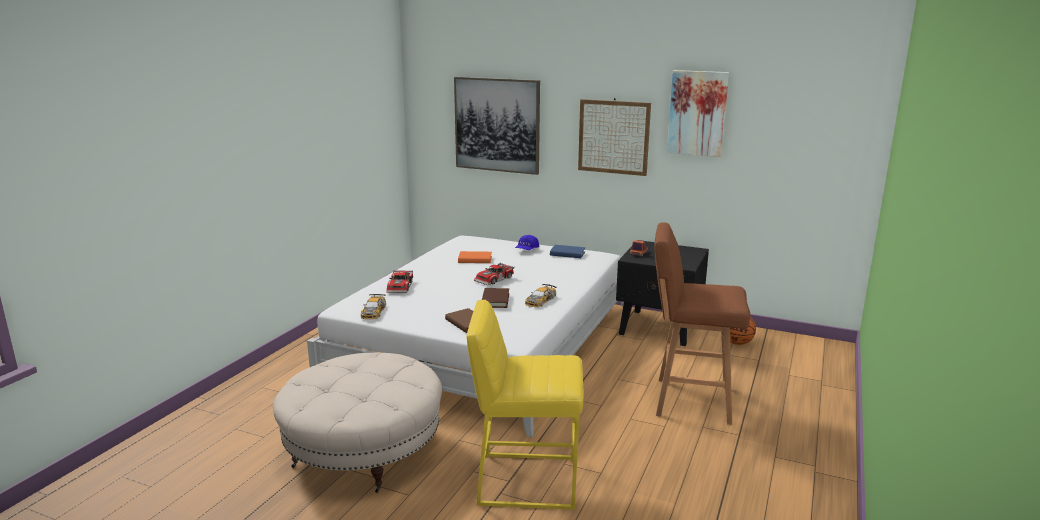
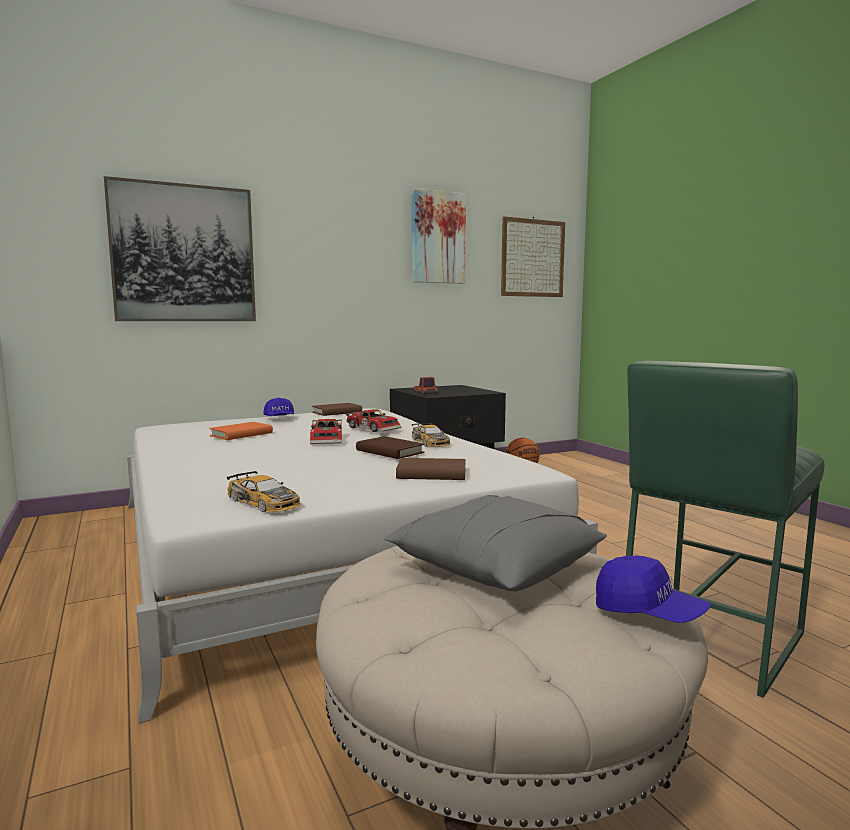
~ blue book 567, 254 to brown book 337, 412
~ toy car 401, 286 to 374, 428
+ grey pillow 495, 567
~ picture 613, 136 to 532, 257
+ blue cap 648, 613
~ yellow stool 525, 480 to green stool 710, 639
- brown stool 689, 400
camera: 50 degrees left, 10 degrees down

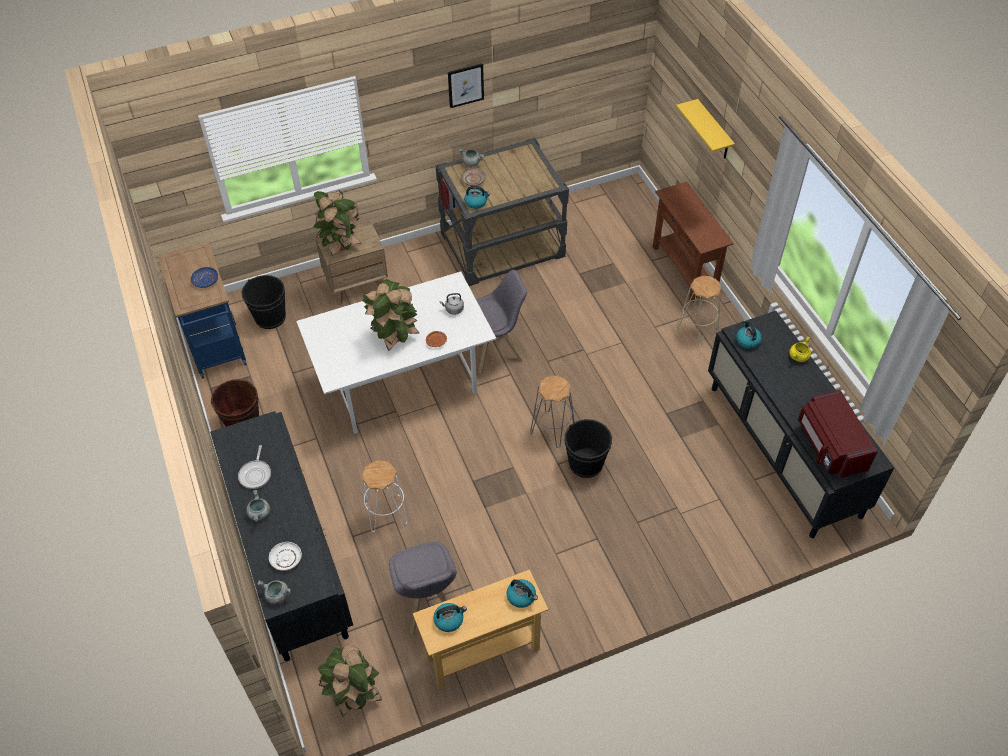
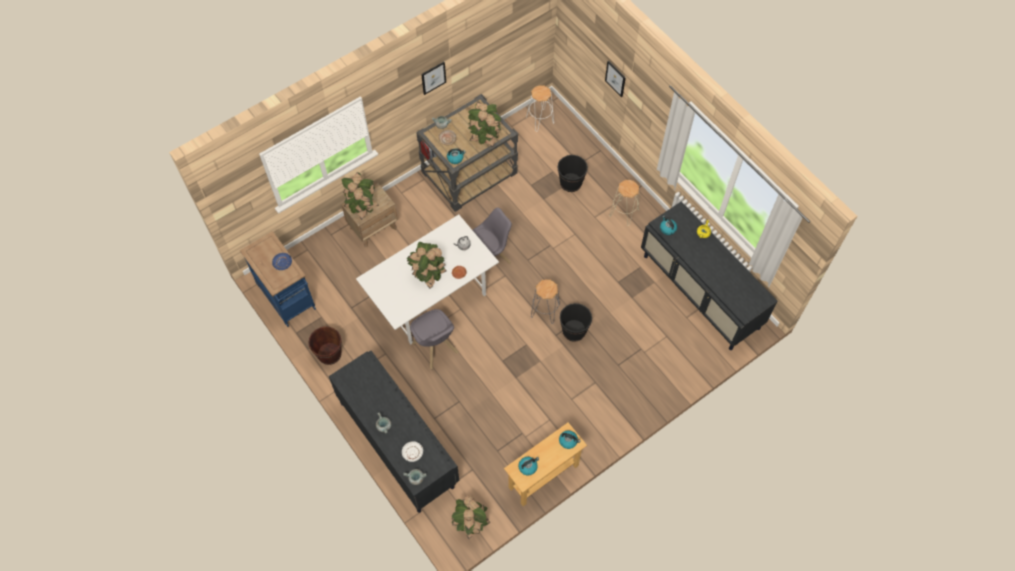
~ grey chair 427, 604 to 435, 348
+ potted plant 485, 137
~ white stool 386, 513 to 540, 120
~ black bucket 270, 317 to 571, 183
~ yellow shelf 714, 131 to picture 615, 78
- frying pan 256, 474
- brown console table 684, 270
- red microwave 830, 446
camera: 15 degrees left, 10 degrees up

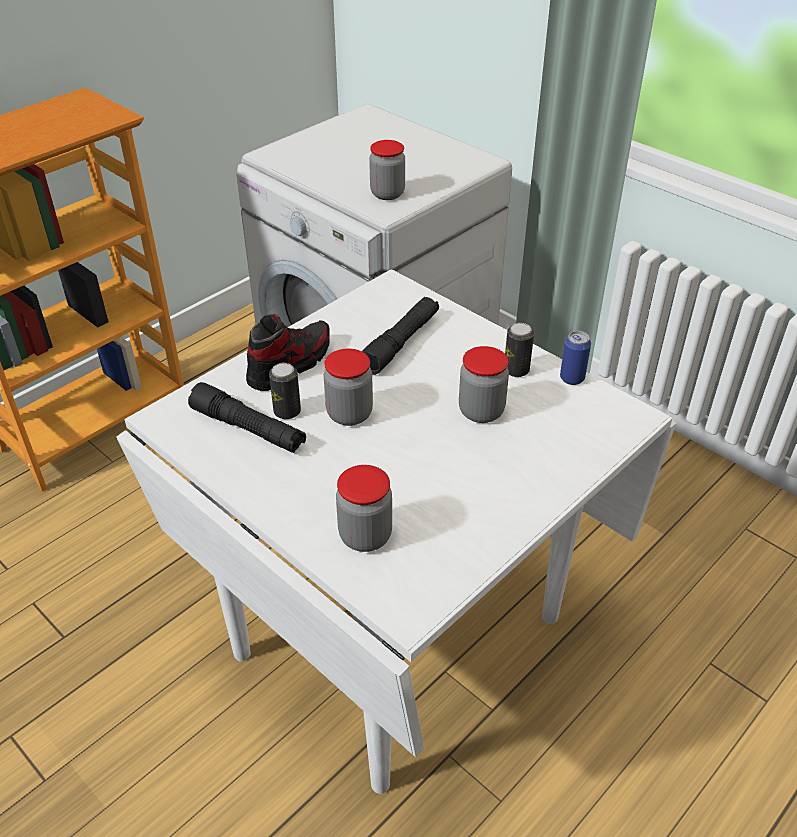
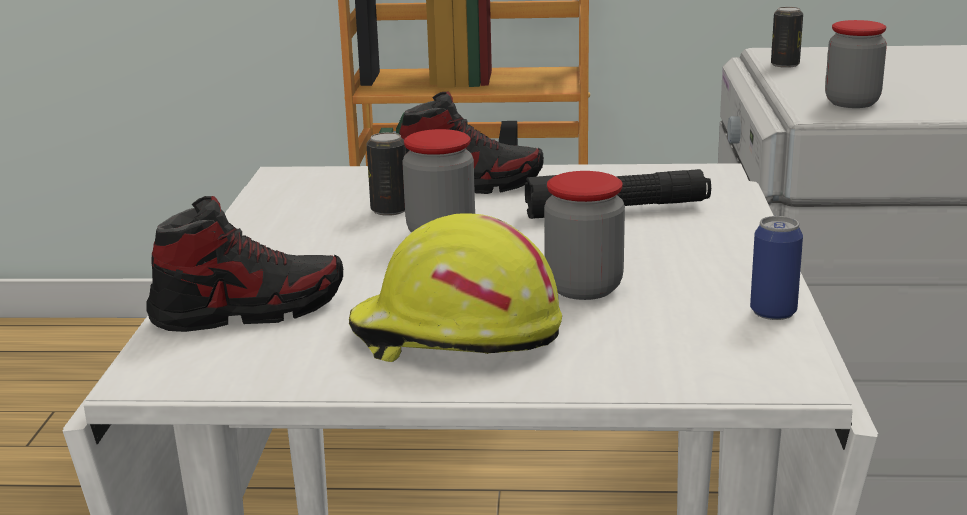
~ jar 365, 536 to shoe 248, 311
+ yellow hard hat 454, 335
~ can 516, 370 to 785, 65
- black flashlight 248, 429
camera: 50 degrees right, 20 degrees down

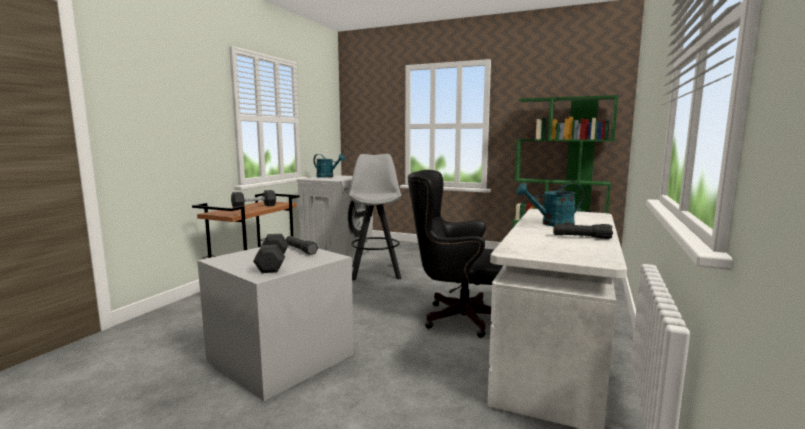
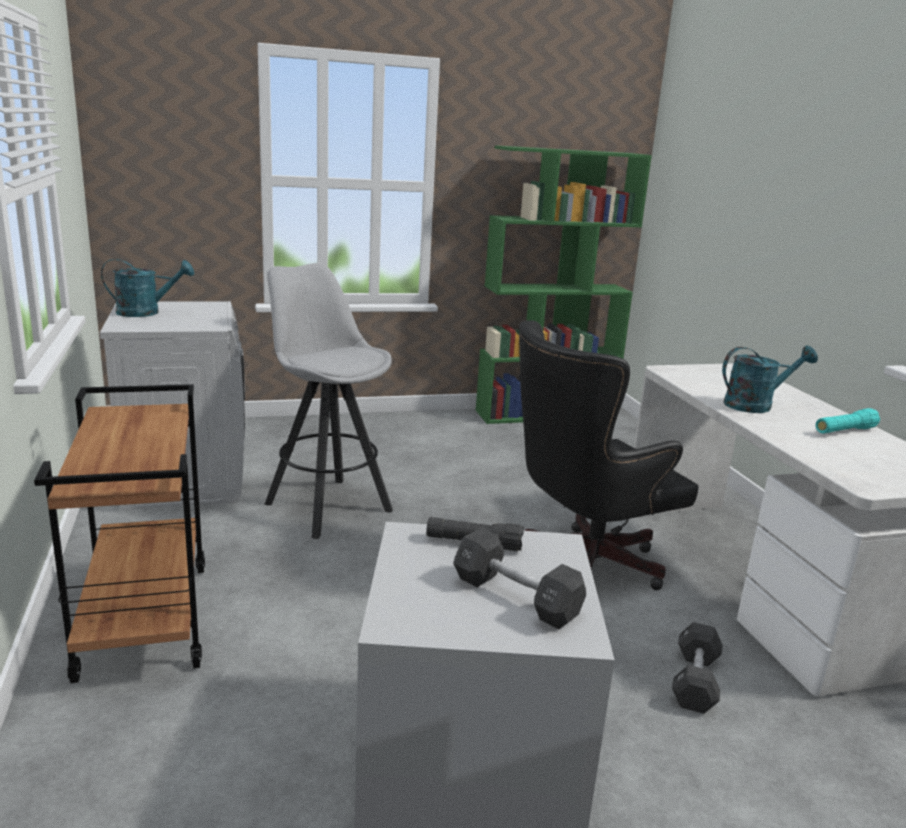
~ black dumbbell 254, 206 to 695, 681
~ turquoise watering can 551, 224 = 755, 405 150 degrees counterclockwise
~ black flashlight 581, 237 to turquoise flashlight 844, 431
camera: 40 degrees left, 10 degrees up

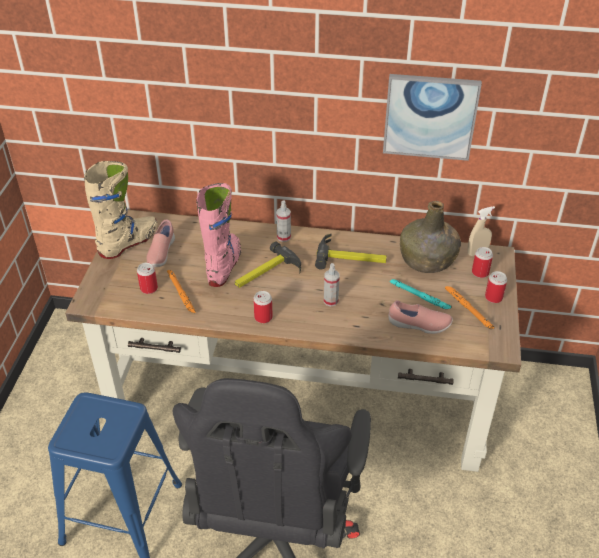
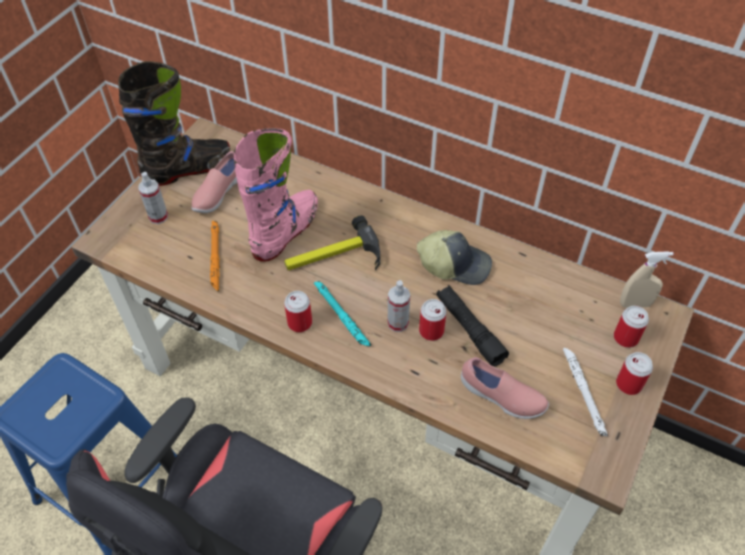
~ beige boot 129, 243 to black boot 188, 169
~ spray bottle 283, 237 to 158, 217
~ turquoise flashlight 419, 296 to 341, 316
~ hammer 351, 257 to cap 454, 264
~ can 149, 288 to 431, 331
+ black flashlight 469, 329
~ orange flashlight 468, 309 to white flashlight 583, 393
- picture 430, 116
- green bottle 427, 260
camera: 20 degrees right, 10 degrees up

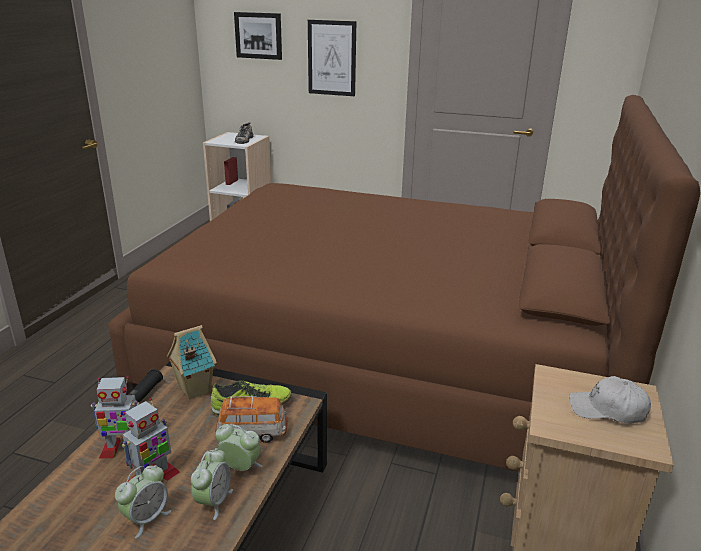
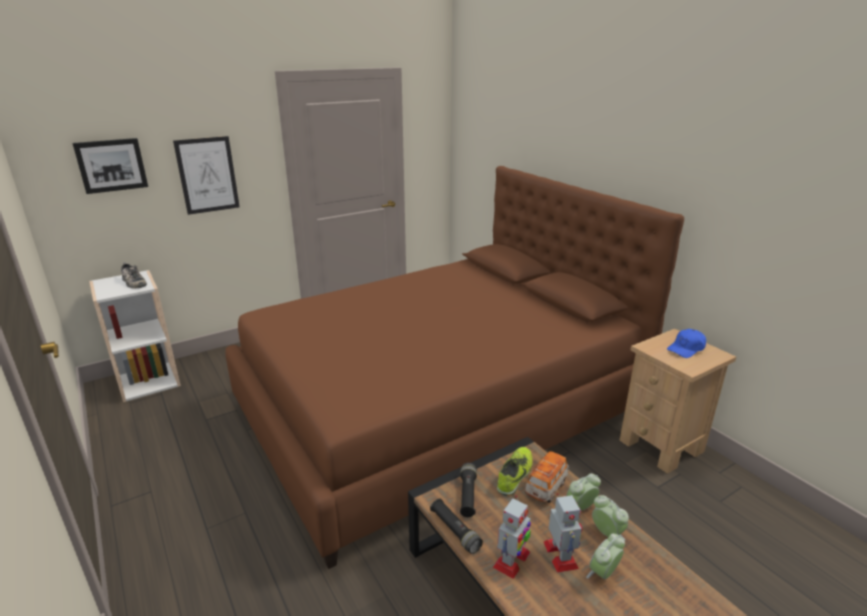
~ toy house 194, 390 to black flashlight 467, 495
~ alarm clock 146, 518 = 603, 573 120 degrees counterclockwise
~ white cap 607, 410 to blue cap 686, 349
camera: 50 degrees left, 0 degrees up

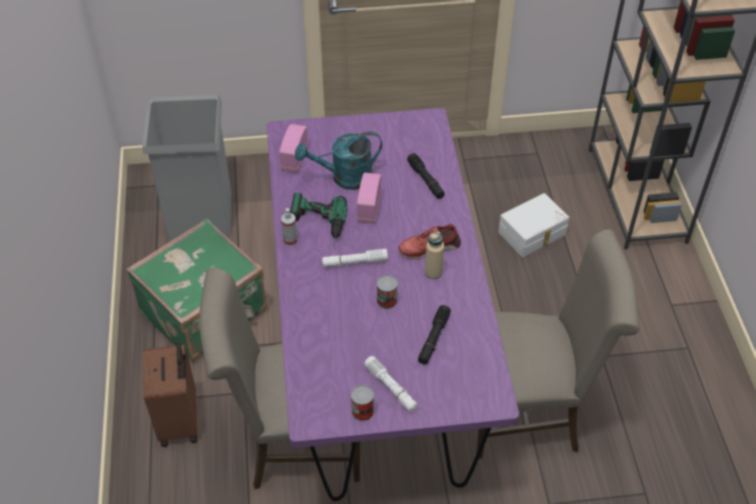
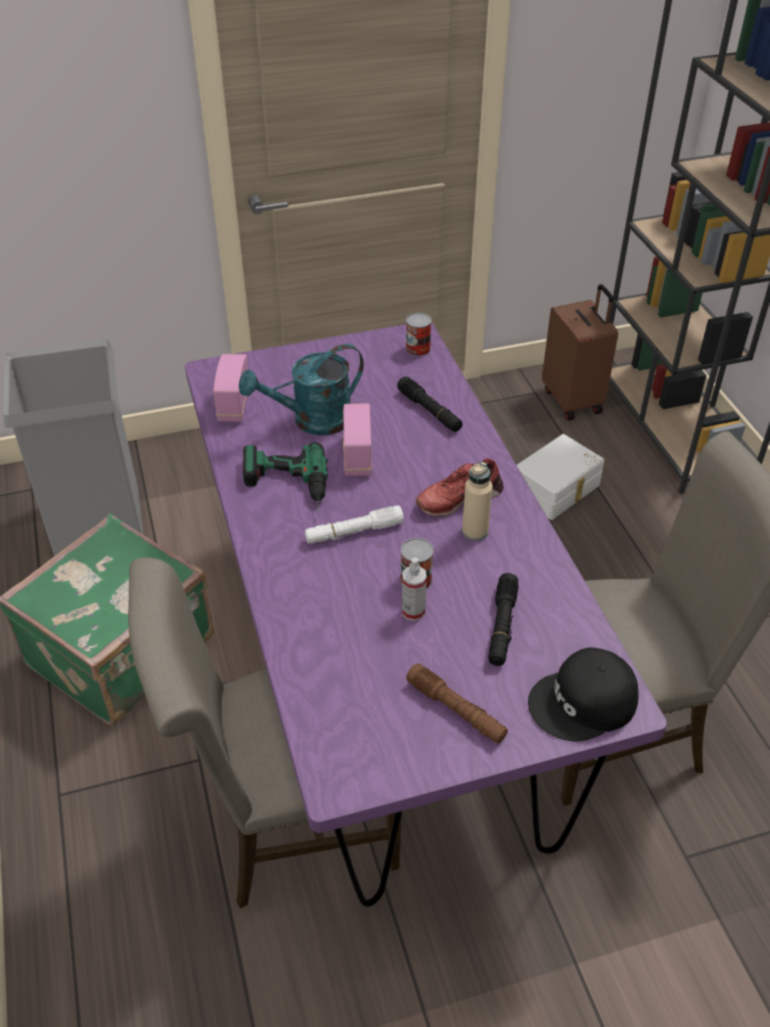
~ spray bottle 290, 240 to 413, 611
~ can 362, 411 to 418, 349
~ white flashlight 391, 388 to brown flashlight 456, 710
+ black cap 584, 703
~ brown suitcase 180, 421 to 573, 400
camera: 10 degrees left, 5 degrees down

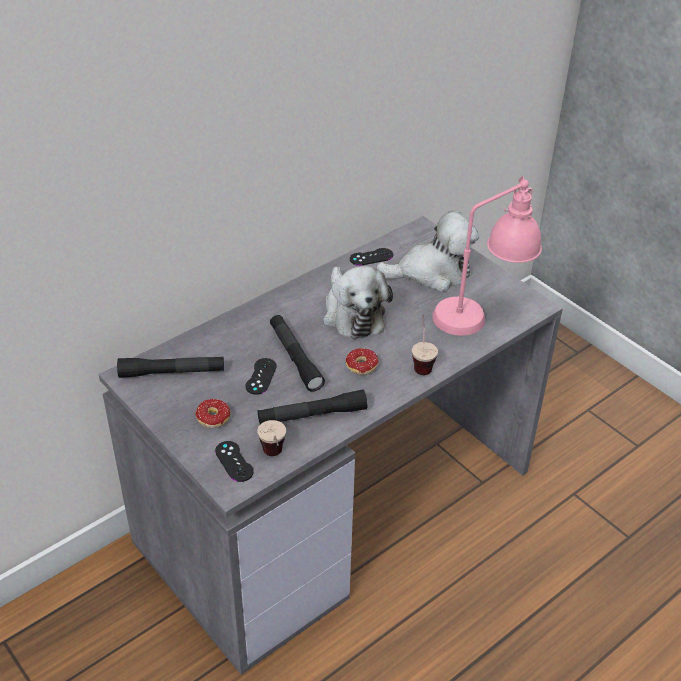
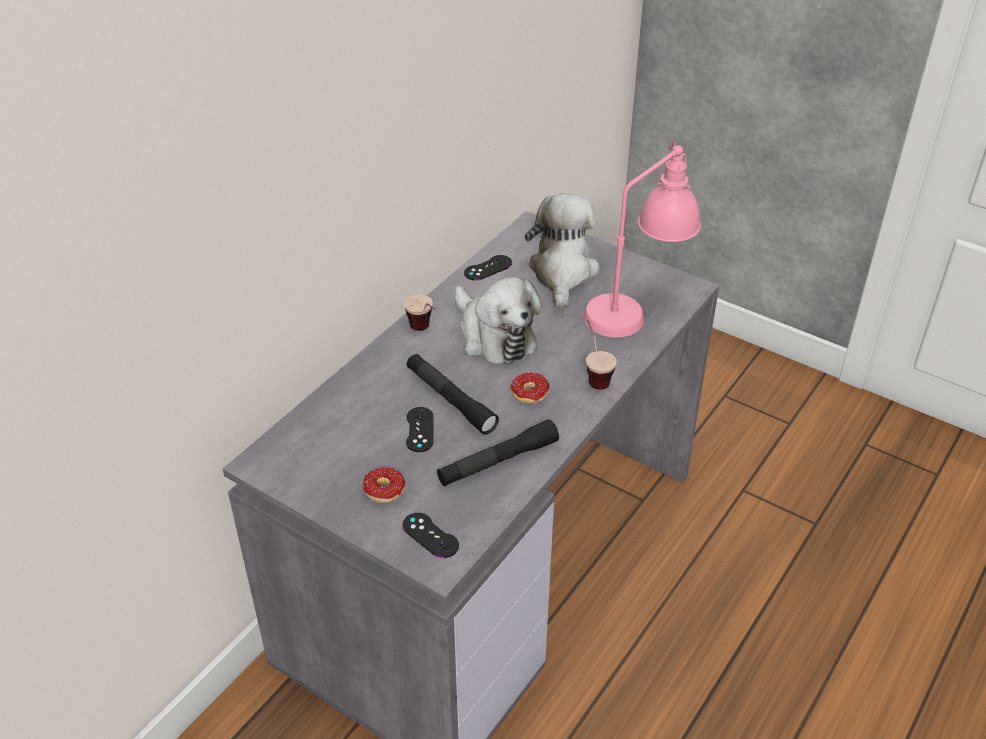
~ cup 274, 458 to 424, 332
~ plush toy 431, 272 = 562, 273 60 degrees counterclockwise
- black flashlight 172, 372
camera: 15 degrees left, 0 degrees up

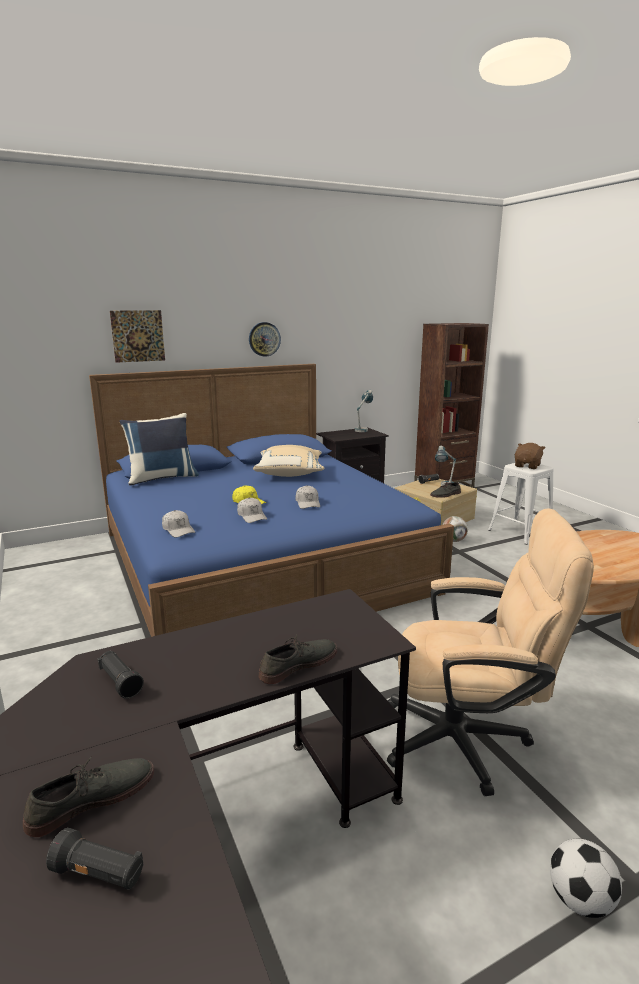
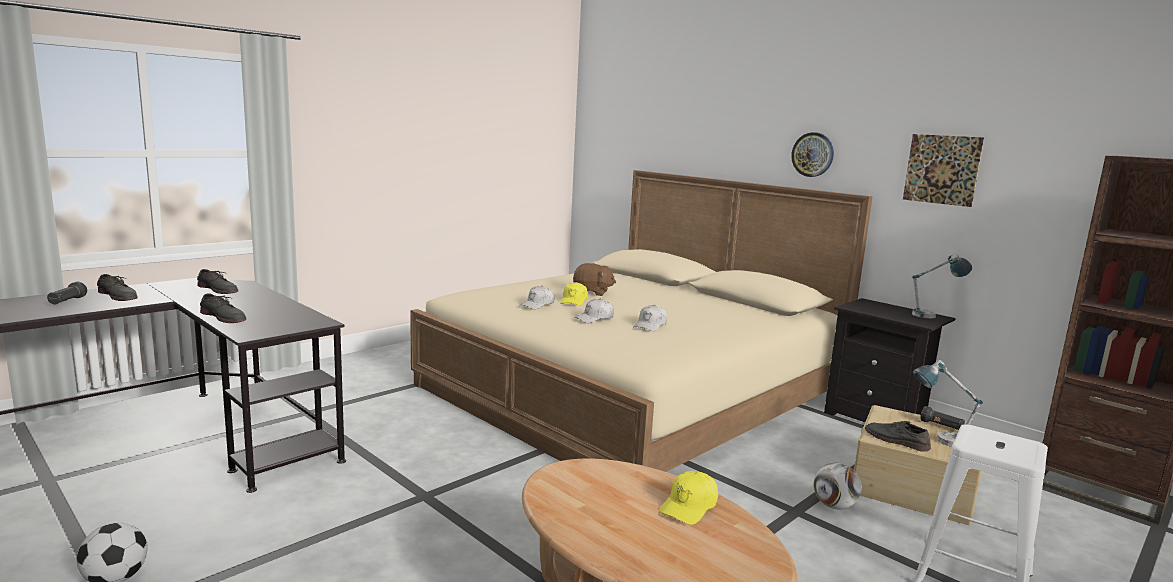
~ black flashlight 120, 682 to grey shoe 218, 289
~ blue bed 259, 560 to beige bed 632, 390
~ brown plush toy 527, 466 to 592, 292
~ white cap 178, 530 to 650, 325
+ yellow cap 689, 507
~ picture 138, 336 to 942, 169
- blue pillow 162, 478
- beige pillow 290, 473
- beige office chair 469, 740
camera: 70 degrees right, 5 degrees down

